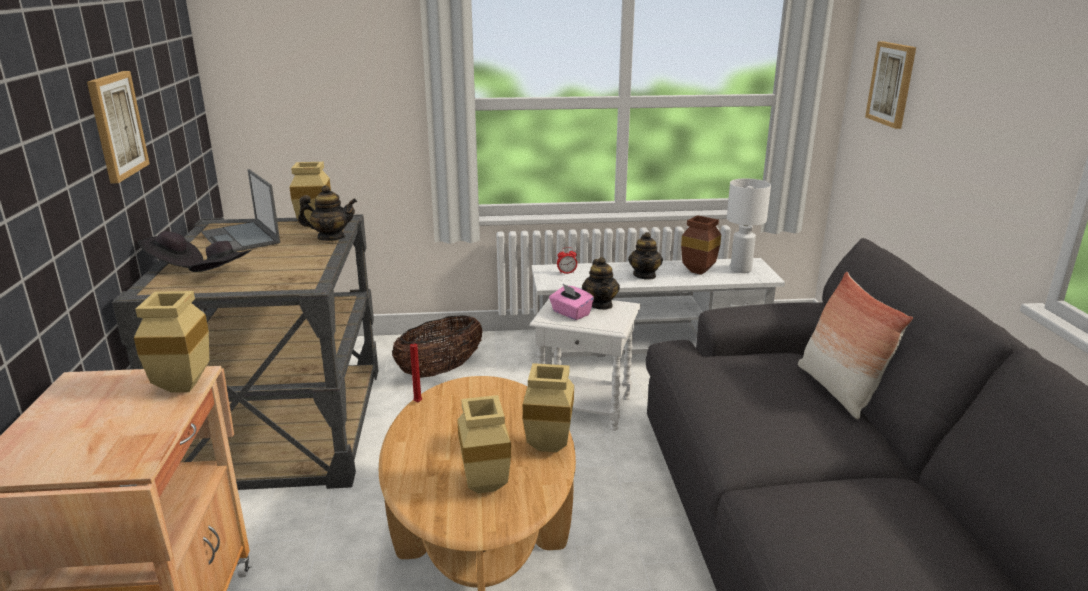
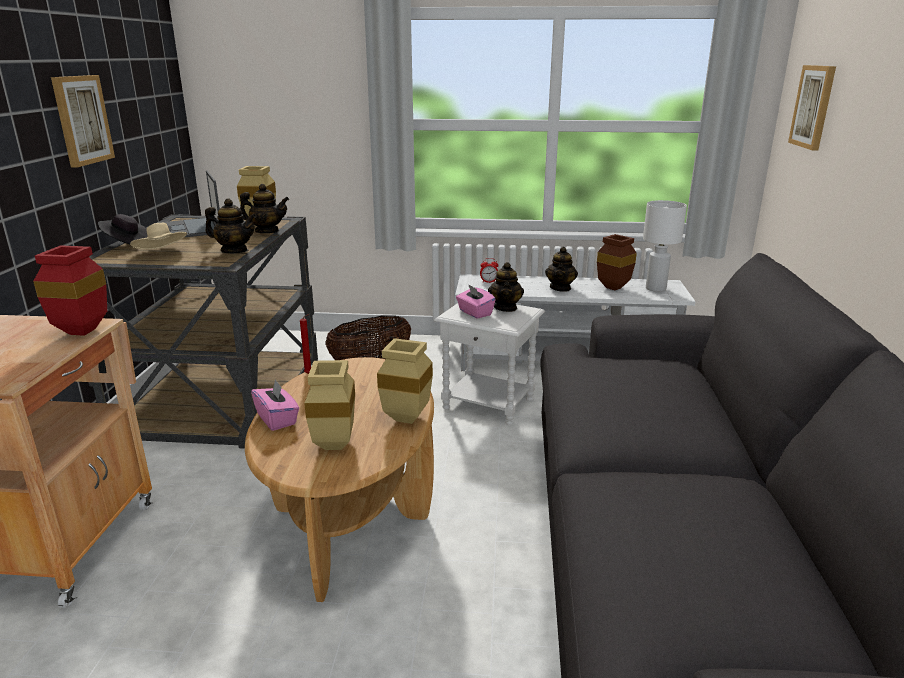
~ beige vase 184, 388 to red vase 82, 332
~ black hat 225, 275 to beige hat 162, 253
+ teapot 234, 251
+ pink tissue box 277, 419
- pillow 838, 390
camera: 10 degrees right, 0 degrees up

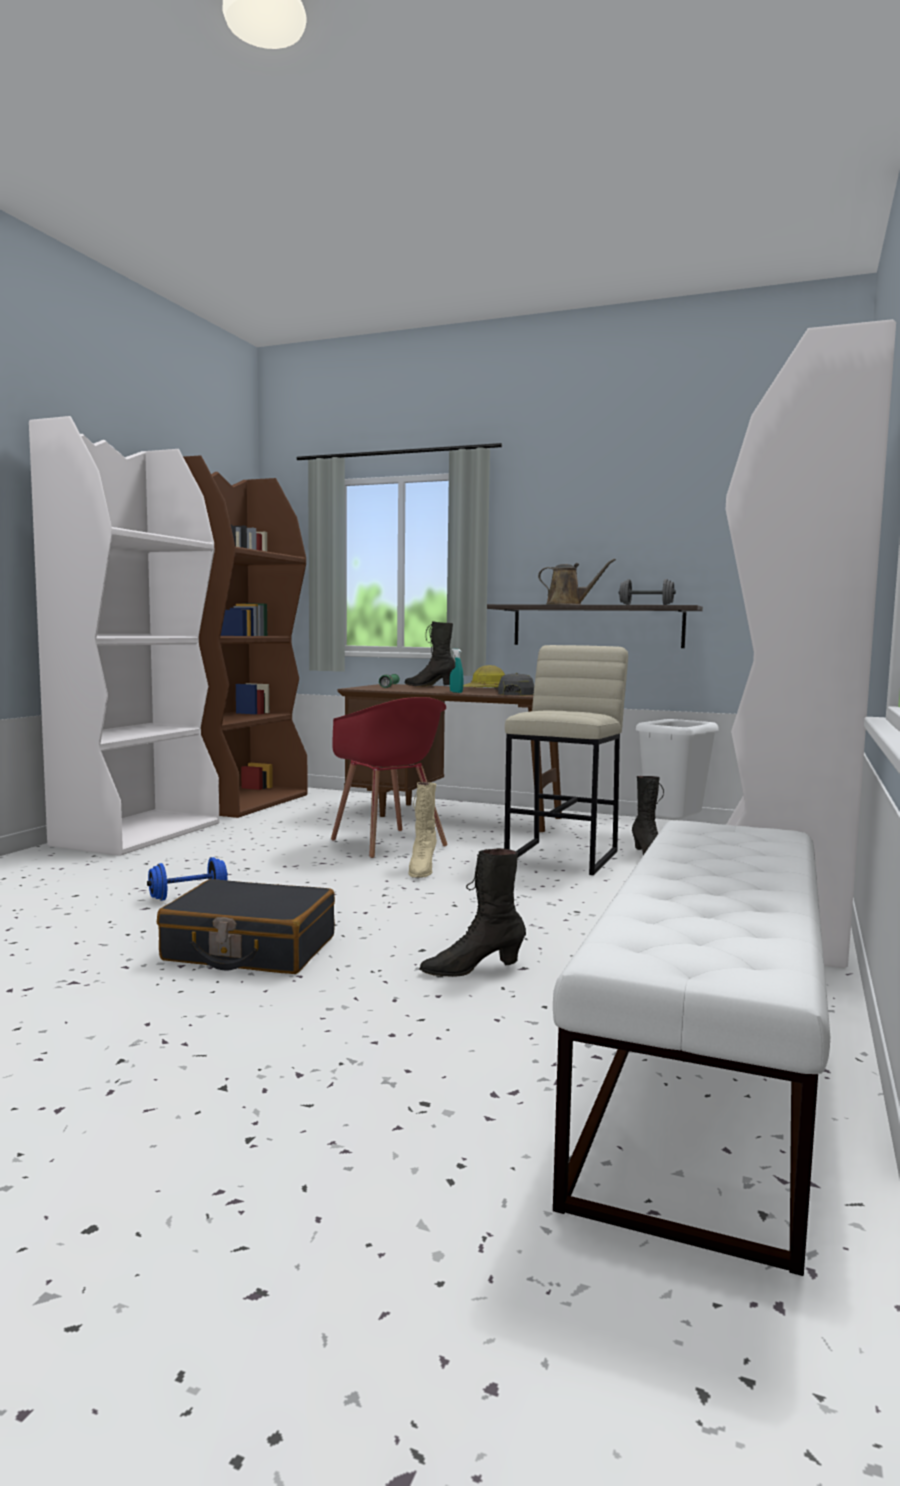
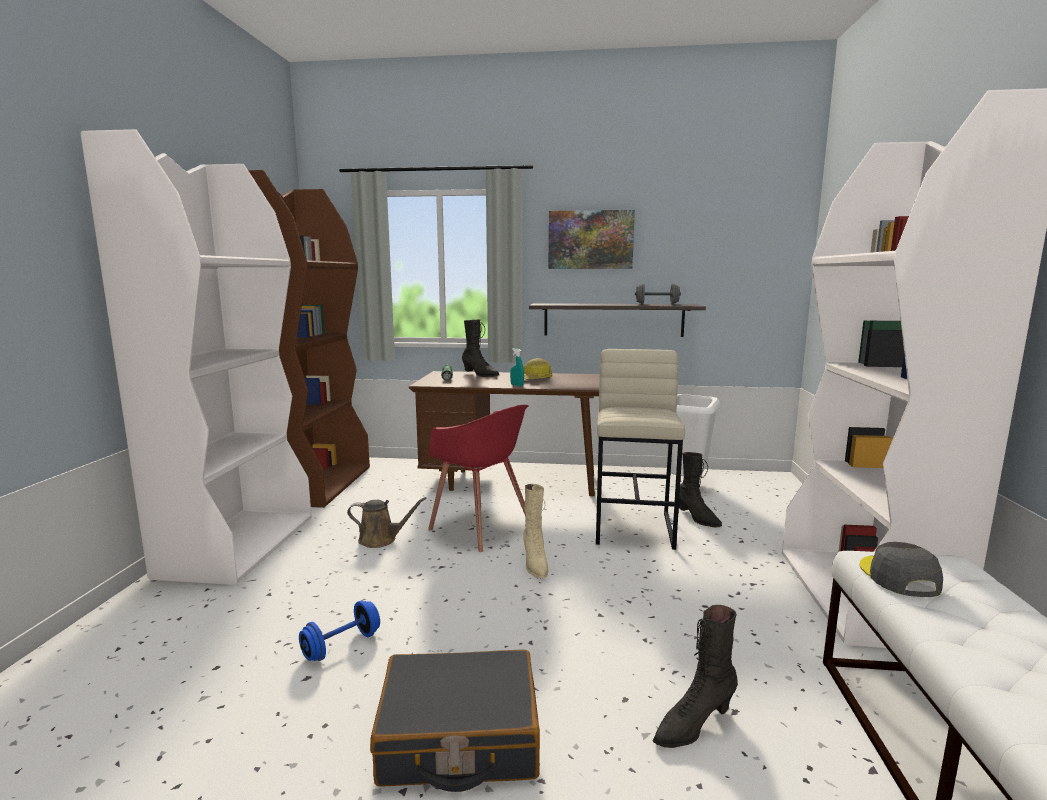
~ brown watering can 568, 604 to 381, 539
~ black boot 430, 686 = 480, 374 150 degrees counterclockwise
+ picture 590, 240
~ grey cap 517, 694 to 898, 577
camera: 15 degrees left, 5 degrees up

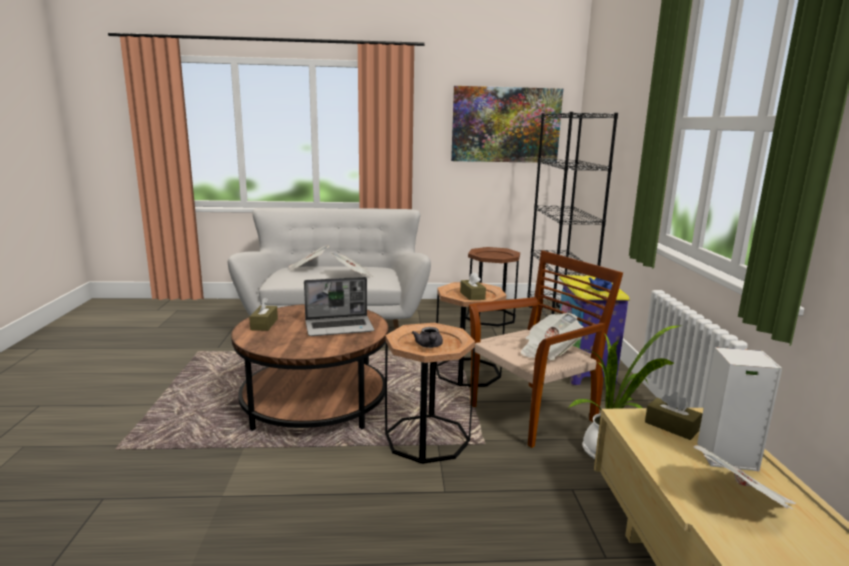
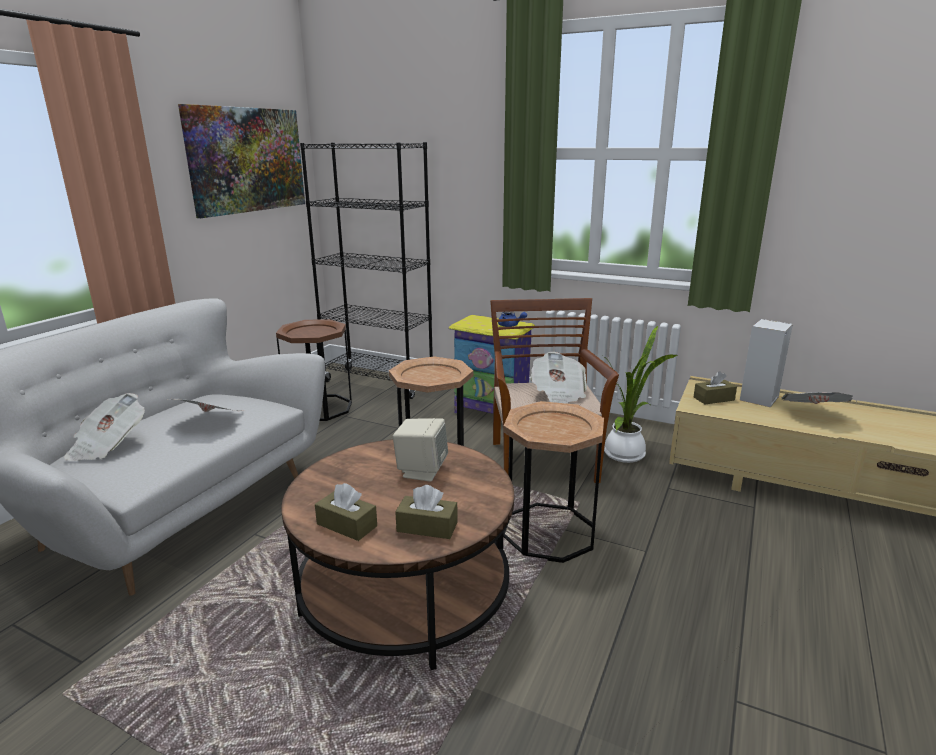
~ laptop 340, 327 to beige speaker 421, 471
~ brown tissue box 472, 296 to 427, 527
- grey teapot 429, 346
camera: 60 degrees left, 5 degrees up

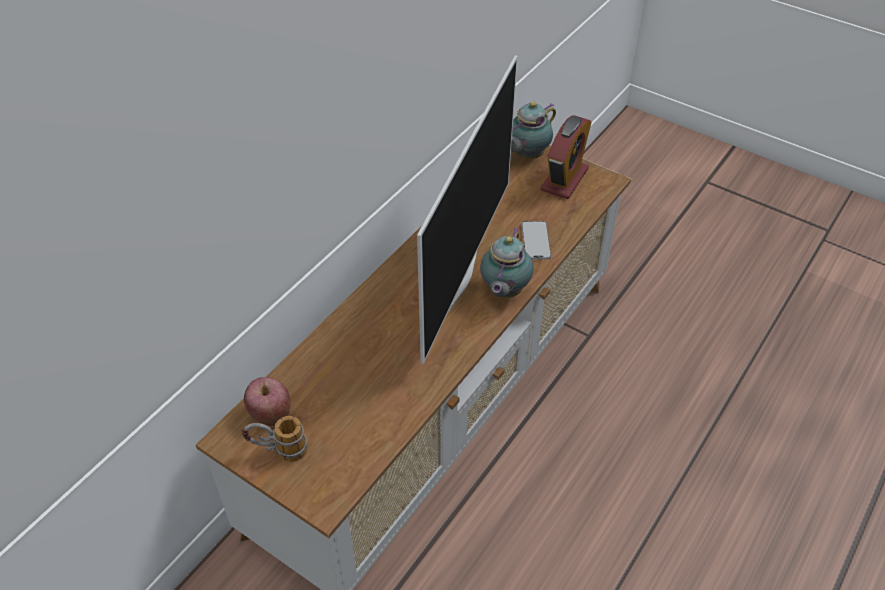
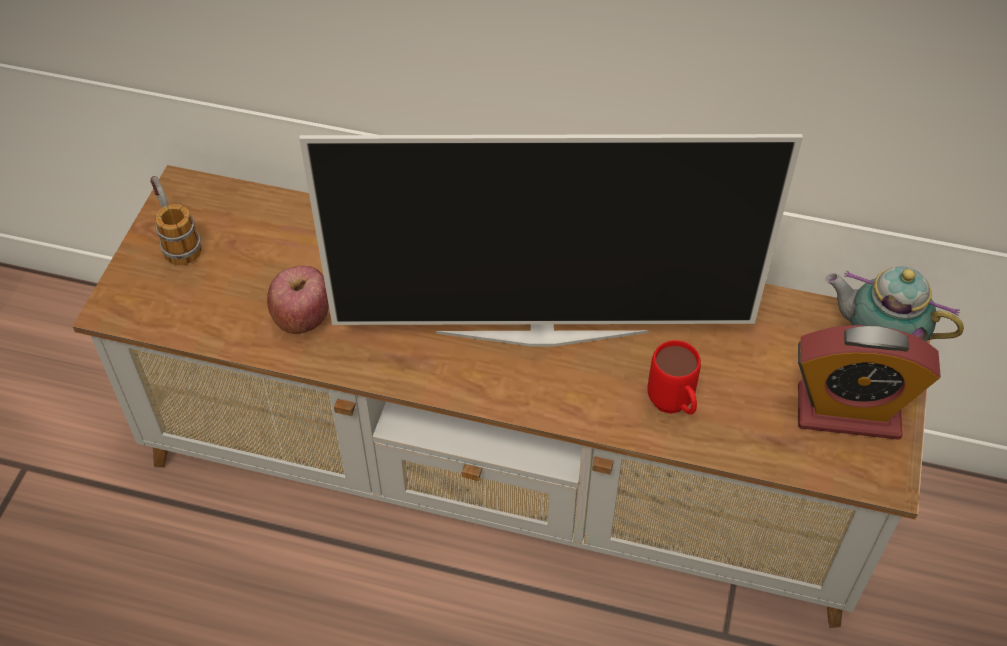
~ apple 270, 414 to 302, 318
~ phone 535, 241 to red mug 673, 408
- teapot 503, 292
camera: 70 degrees right, 5 degrees up

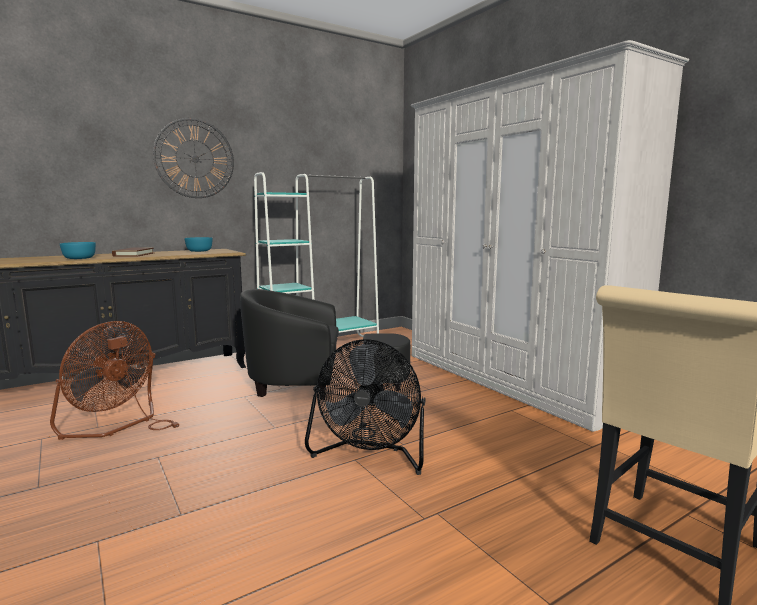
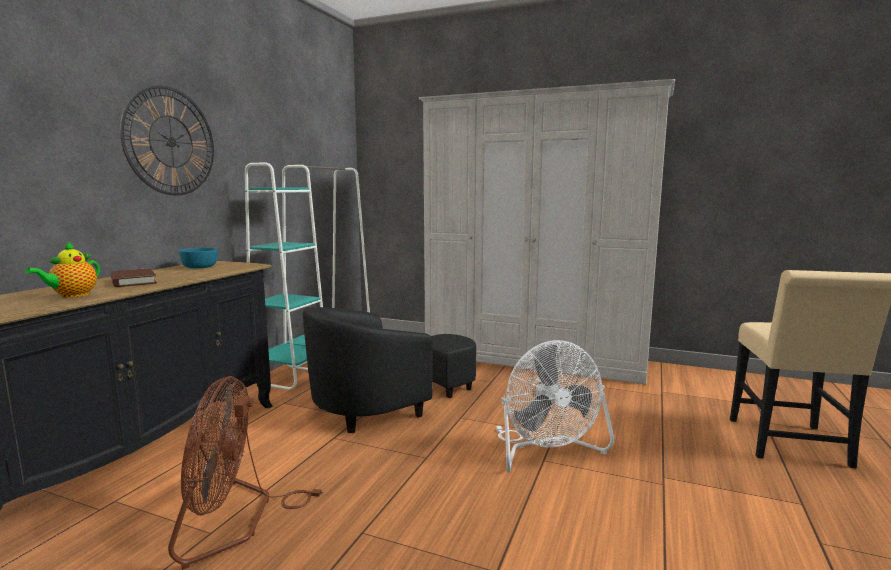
~ turquoise bowl 79, 258 to teapot 72, 296
~ black fan 367, 453 to white fan 543, 452
camera: 35 degrees left, 0 degrees up

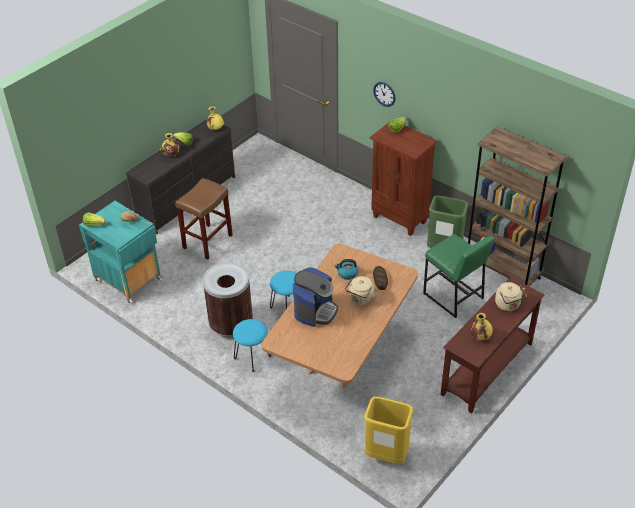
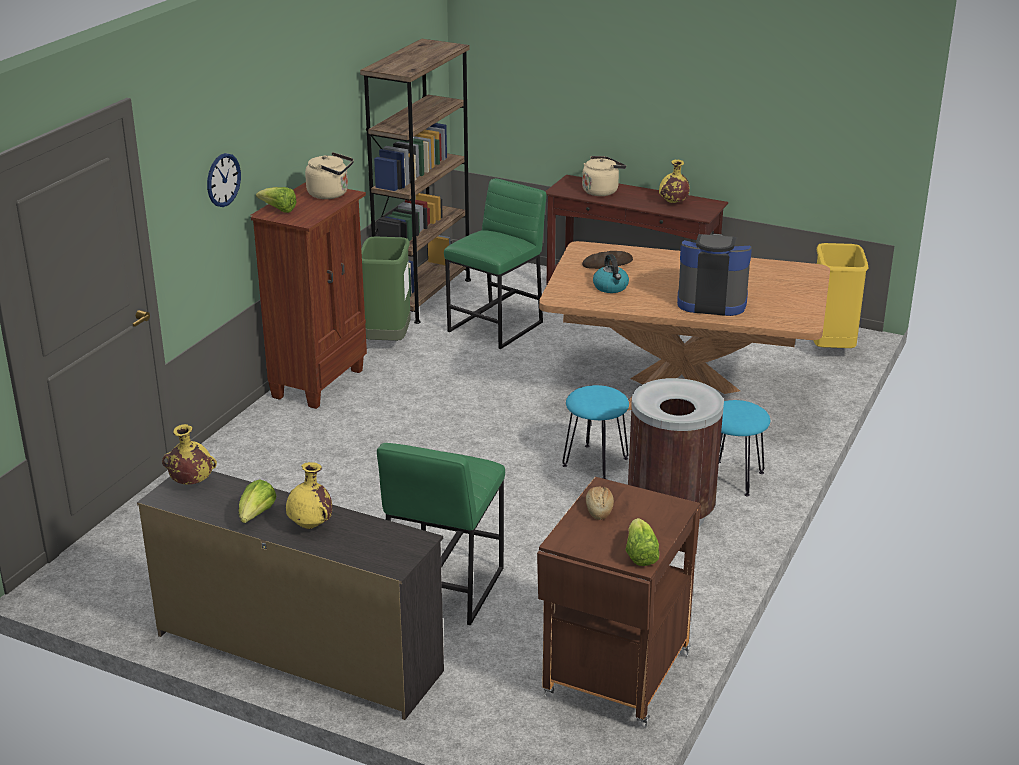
~ beige kettle 360, 299 to 331, 194
~ brown stool 208, 241 to green chair 445, 588
~ turquoise cart 128, 280 to brown cart 616, 677
camera: 105 degrees left, 15 degrees down

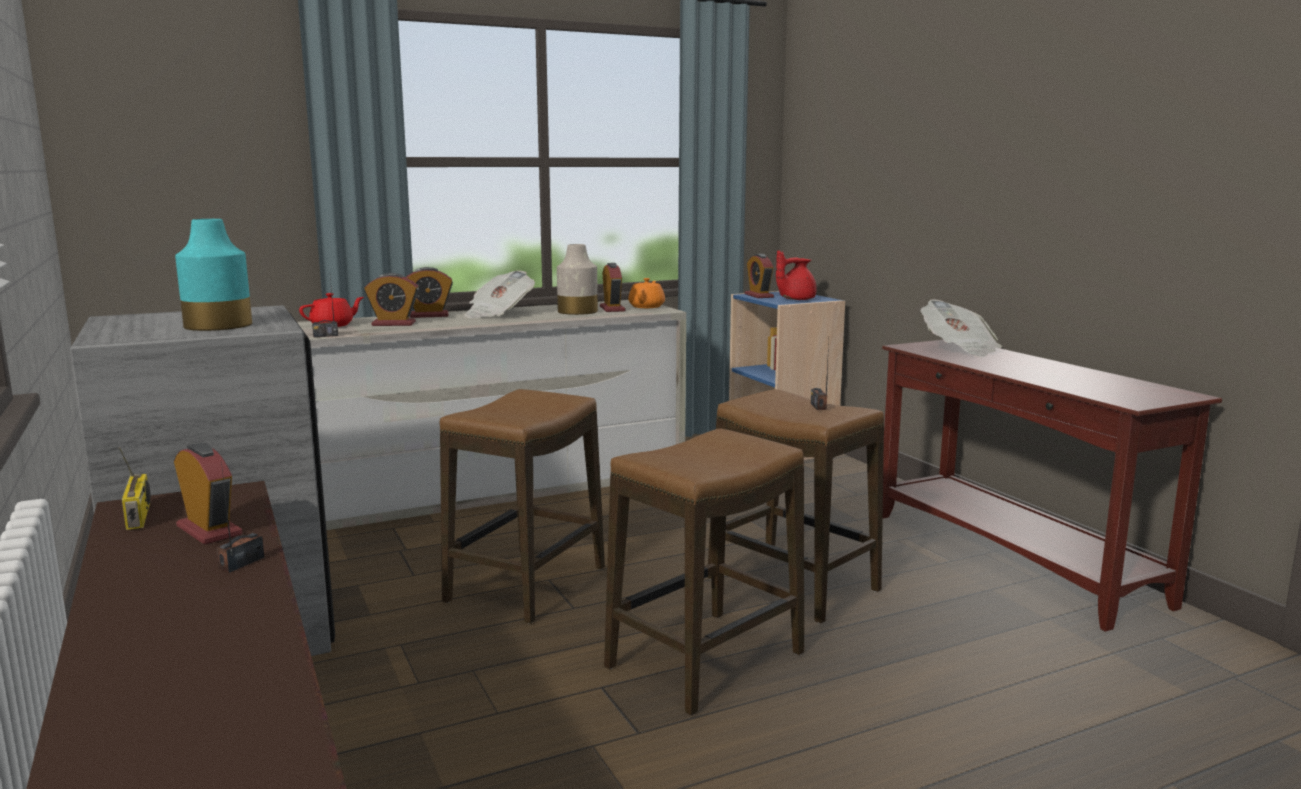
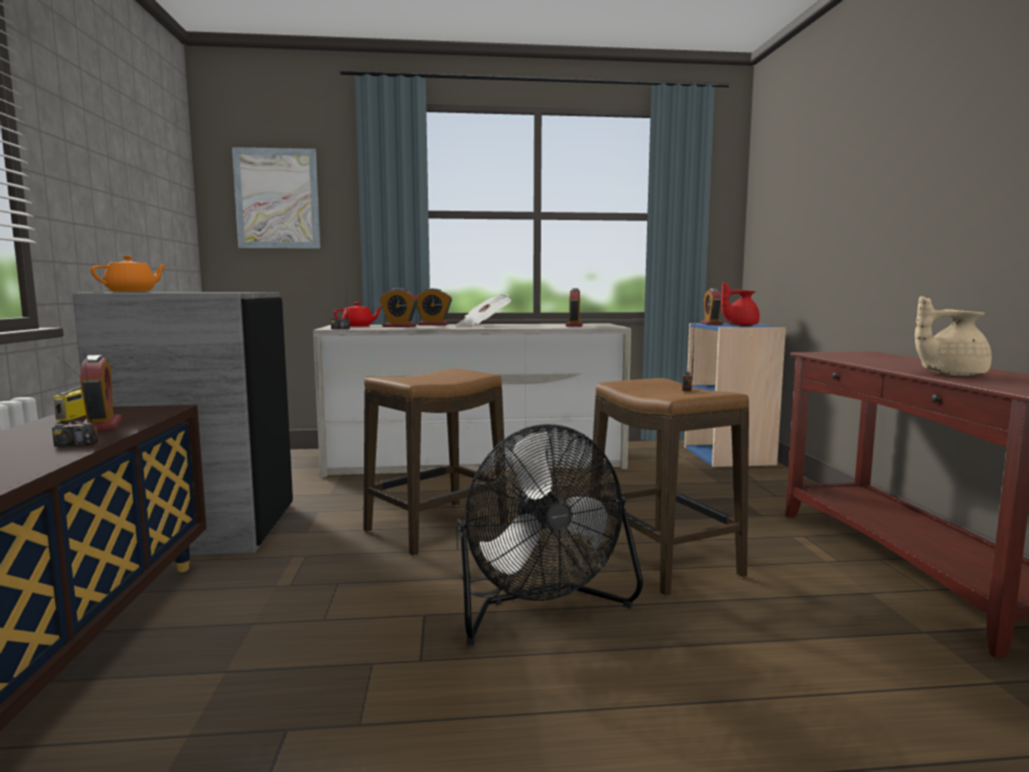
~ radio 242, 563 = 76, 444 150 degrees counterclockwise
~ orange teapot 647, 306 to 132, 291
+ picture 277, 199
~ stool 705, 660 to black fan 532, 609
+ beige teapot 949, 374
- turquoise vase 219, 325
- beige vase 578, 311
- newspaper 959, 350
camera: 20 degrees right, 5 degrees down

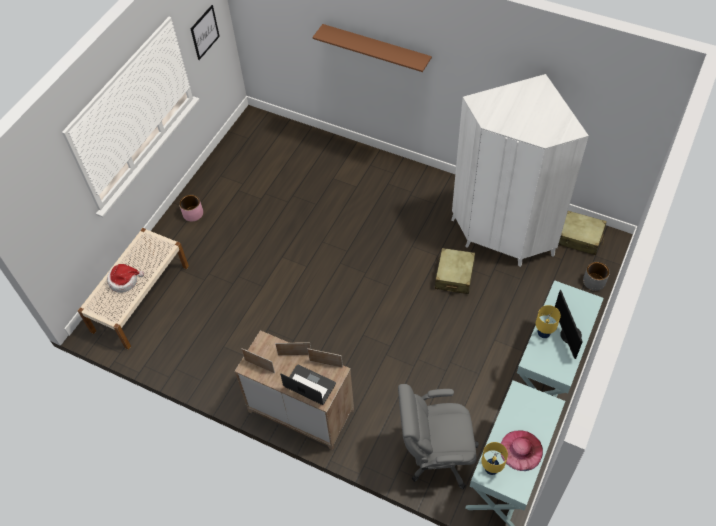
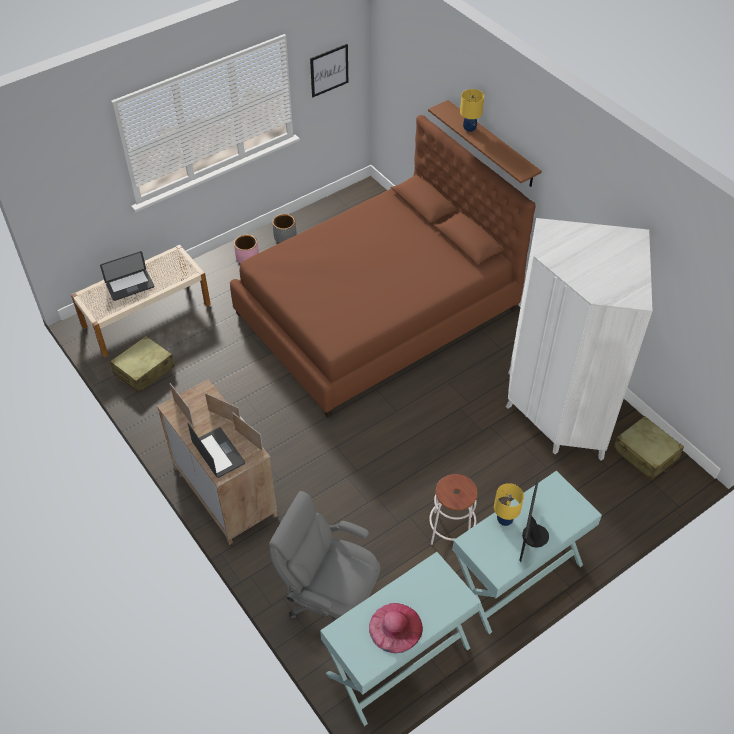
~ hat 124, 281 to laptop 130, 286
~ beige suitcase 454, 276 to 144, 370
+ brown bed 377, 311
~ grey planter 594, 281 to 285, 236
+ white stool 451, 530
~ yellow table lamp 491, 468 to 469, 128
camera: 25 degrees right, 5 degrees down

